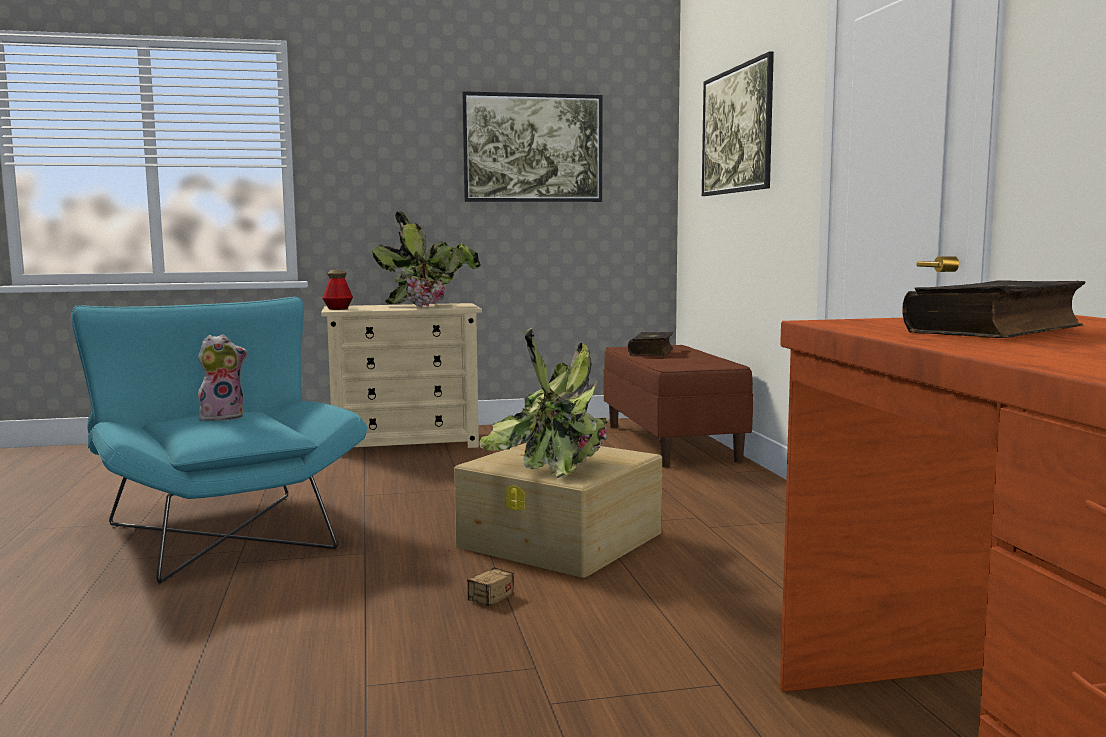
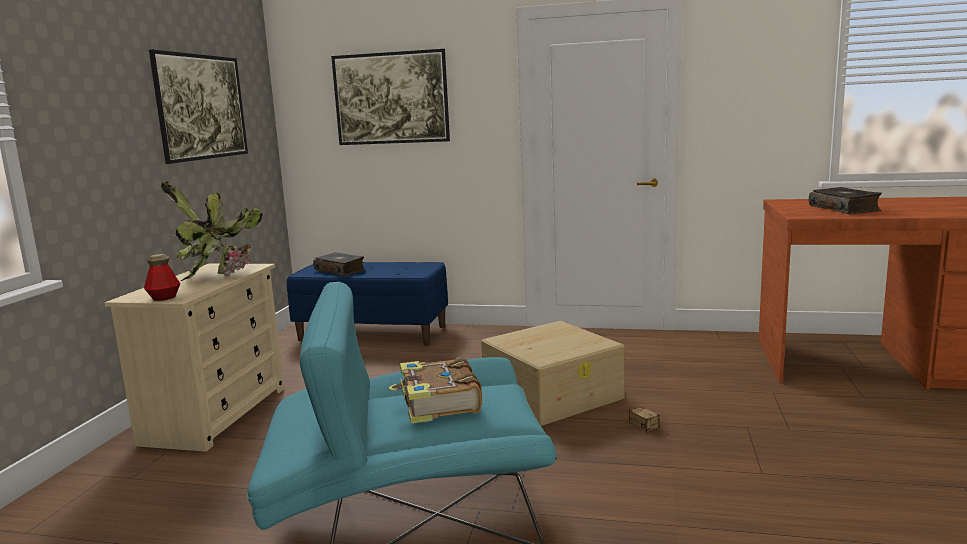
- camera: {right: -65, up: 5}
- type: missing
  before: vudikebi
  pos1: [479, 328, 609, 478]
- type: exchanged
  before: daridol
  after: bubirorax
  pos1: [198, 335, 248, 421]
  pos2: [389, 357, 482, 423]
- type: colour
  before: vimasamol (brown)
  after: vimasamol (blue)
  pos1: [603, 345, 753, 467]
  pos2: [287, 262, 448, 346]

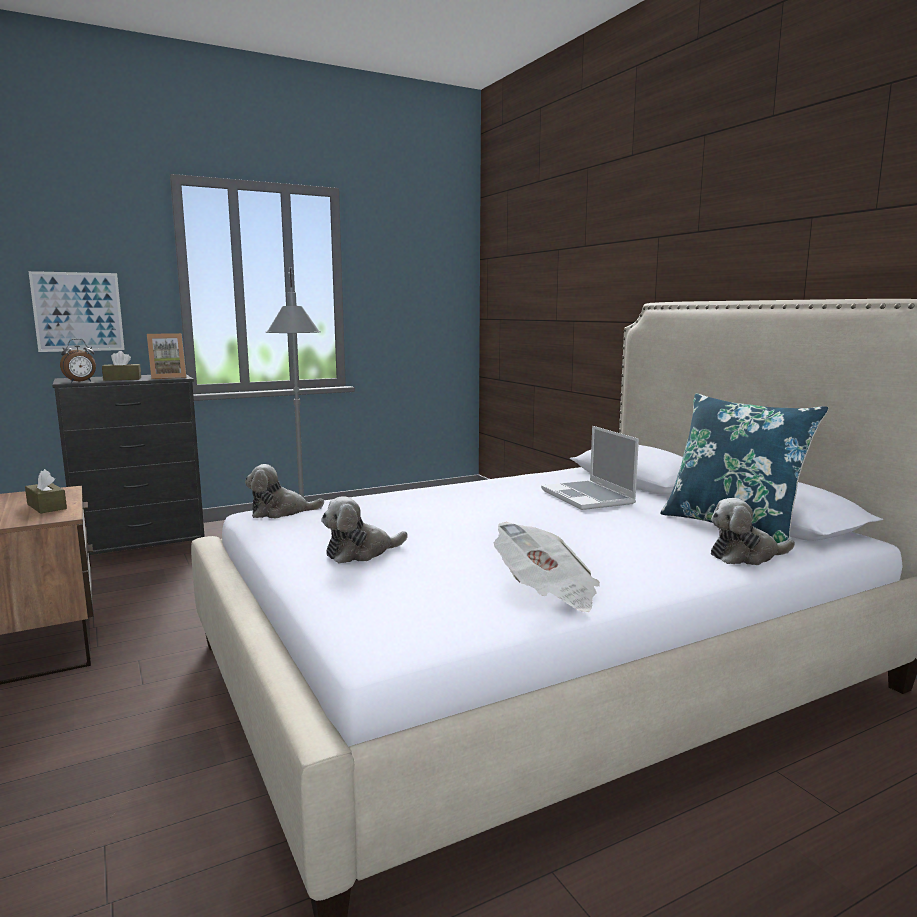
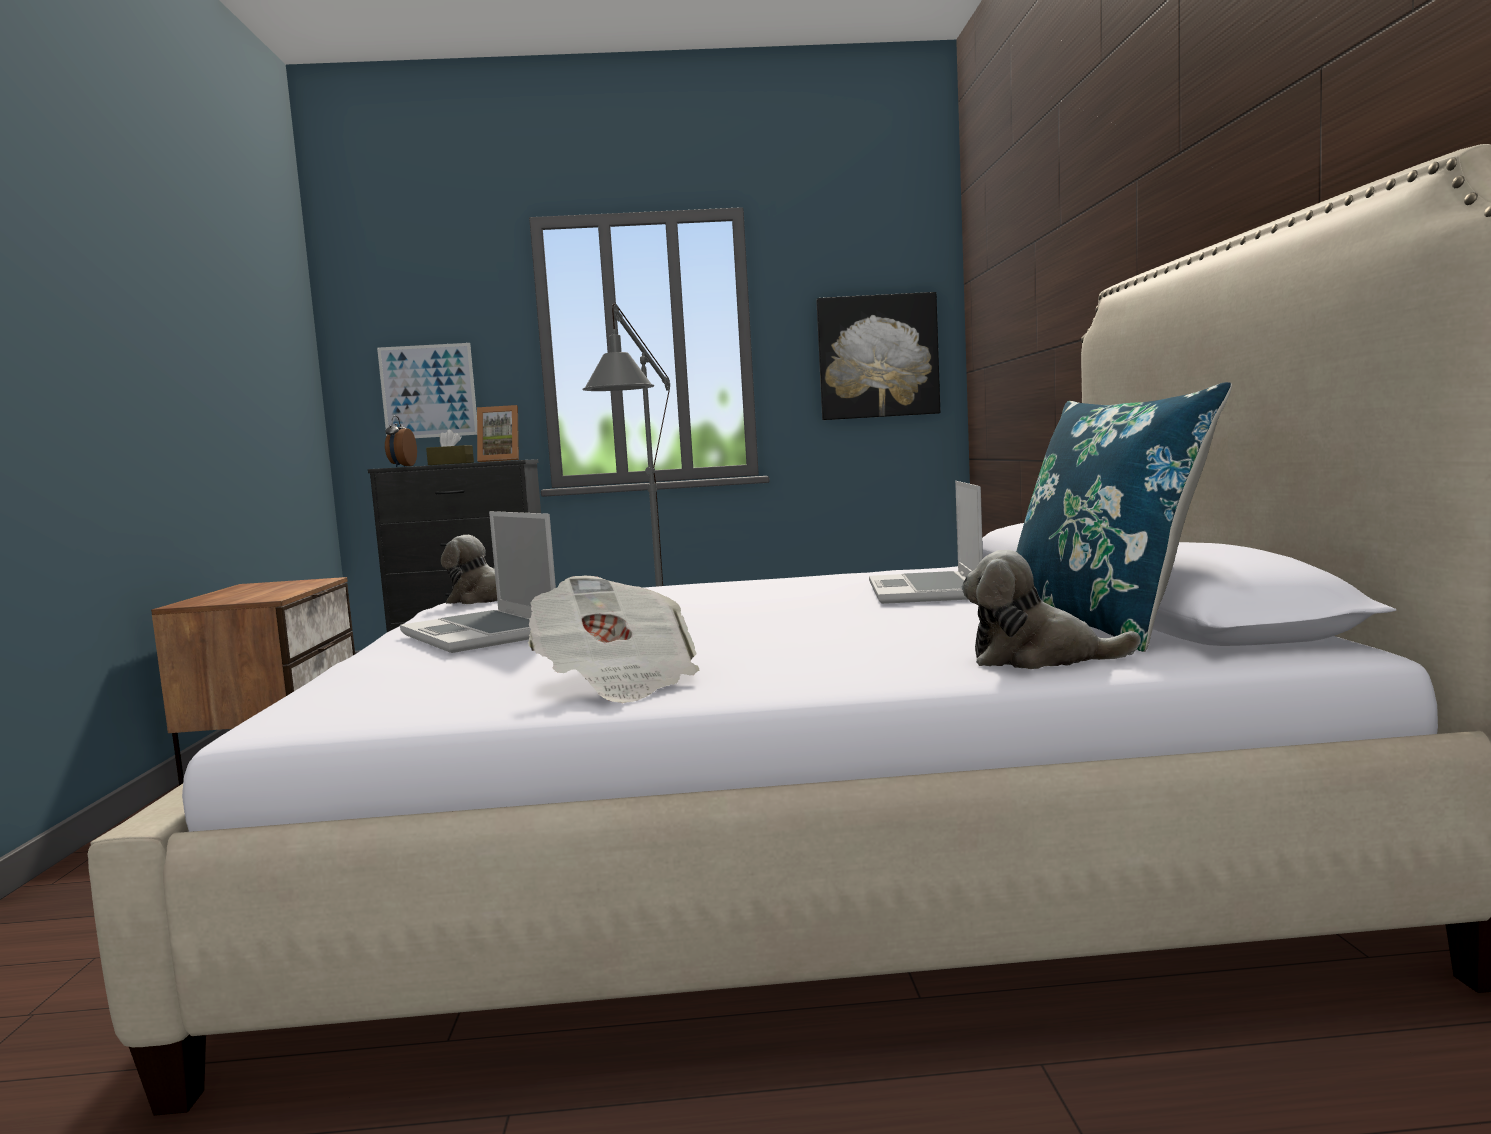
- camera: {right: 25, up: -5}
- type: spun
  before: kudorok
  pos1: [60, 339, 96, 382]
  pos2: [385, 416, 417, 467]
  turn: 105
- type: missing
  before: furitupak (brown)
  pos1: [25, 469, 67, 514]
- type: exchanged
  before: daridol
  after: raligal
  pos1: [321, 496, 408, 563]
  pos2: [400, 511, 556, 653]
- type: appeared
  after: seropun
  pos2: [816, 292, 941, 420]

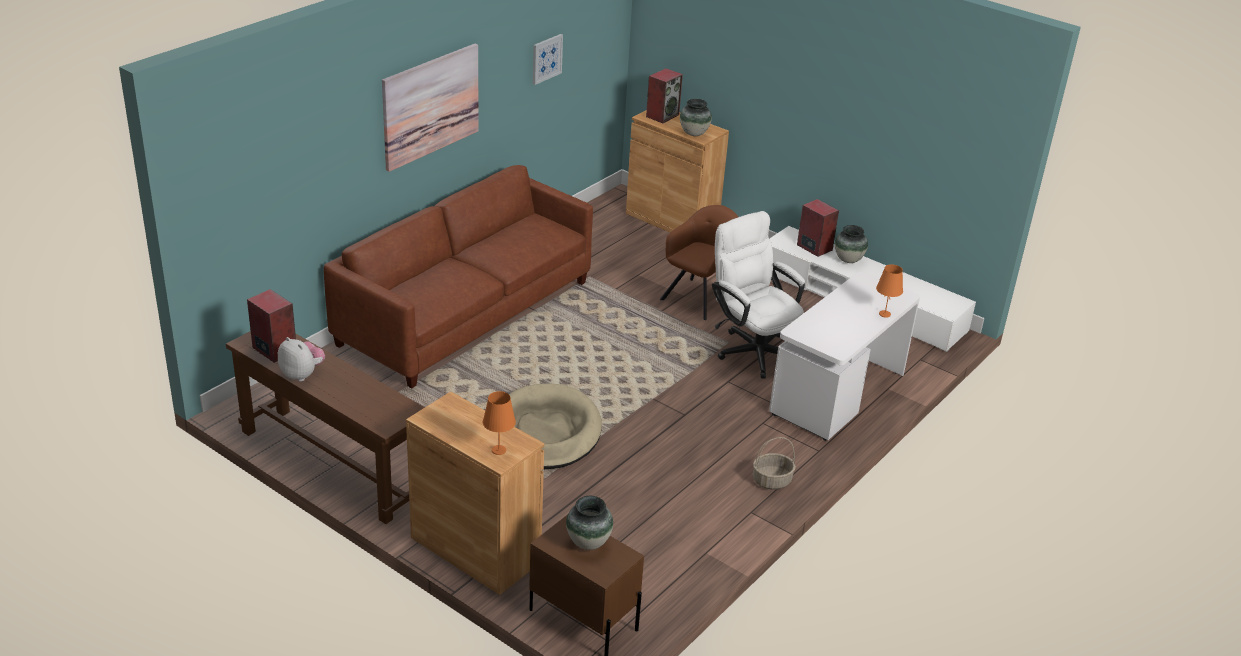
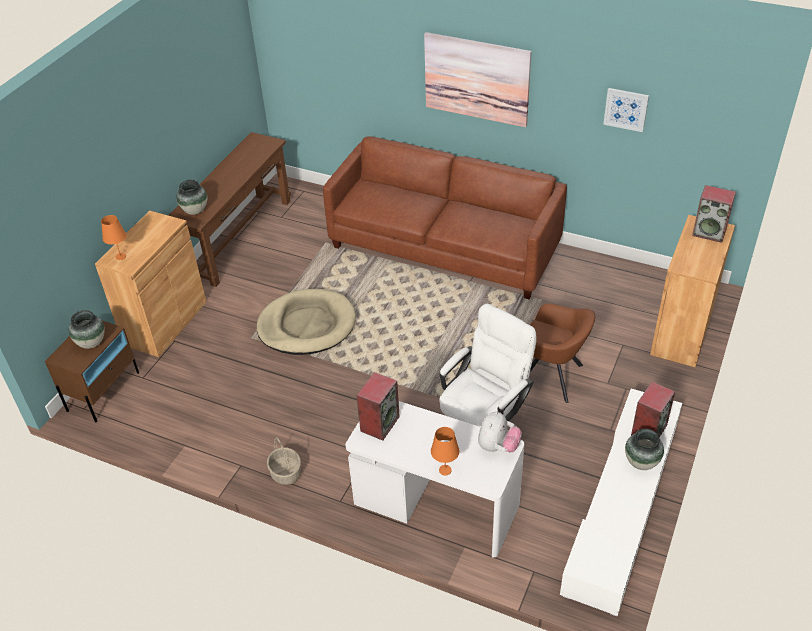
- camera: {right: 80, up: 10}
- type: relocated
  before: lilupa
  pos1: [680, 99, 712, 136]
  pos2: [176, 180, 207, 215]
- type: relocated
  before: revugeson
  pos1: [247, 289, 296, 363]
  pos2: [356, 372, 400, 440]
- type: relocated
  before: daridol
  pos1: [278, 337, 325, 382]
  pos2: [478, 411, 522, 453]

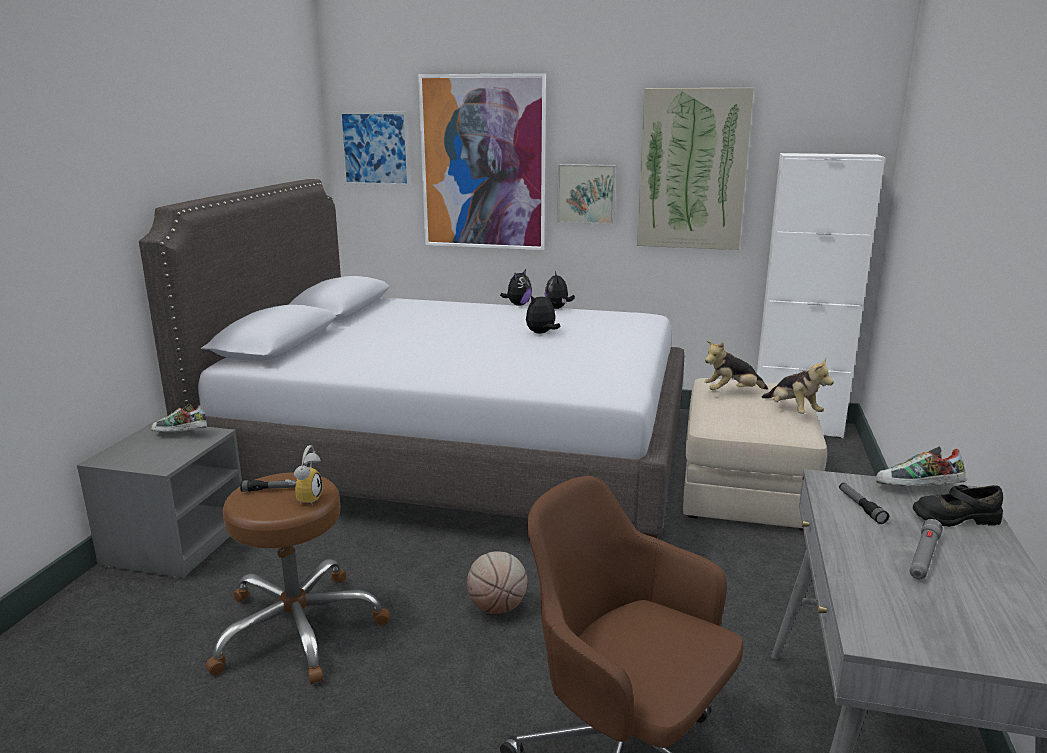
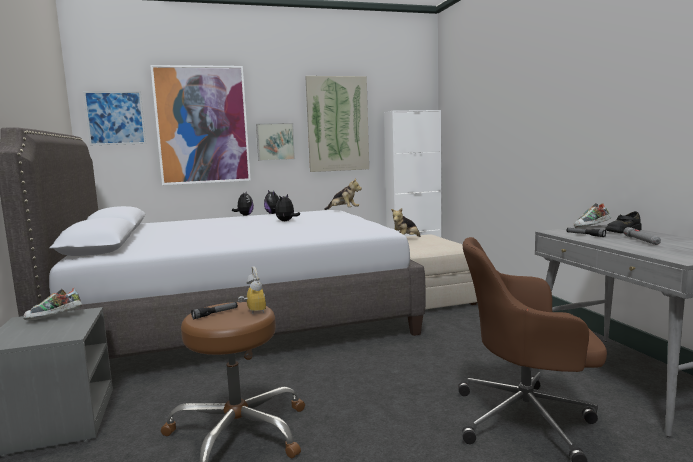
- camera: {right: -30, up: -10}
- type: relocated
  before: daridol
  pos1: [761, 358, 834, 414]
  pos2: [324, 178, 362, 210]
- type: missing
  before: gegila
  pos1: [467, 551, 527, 614]

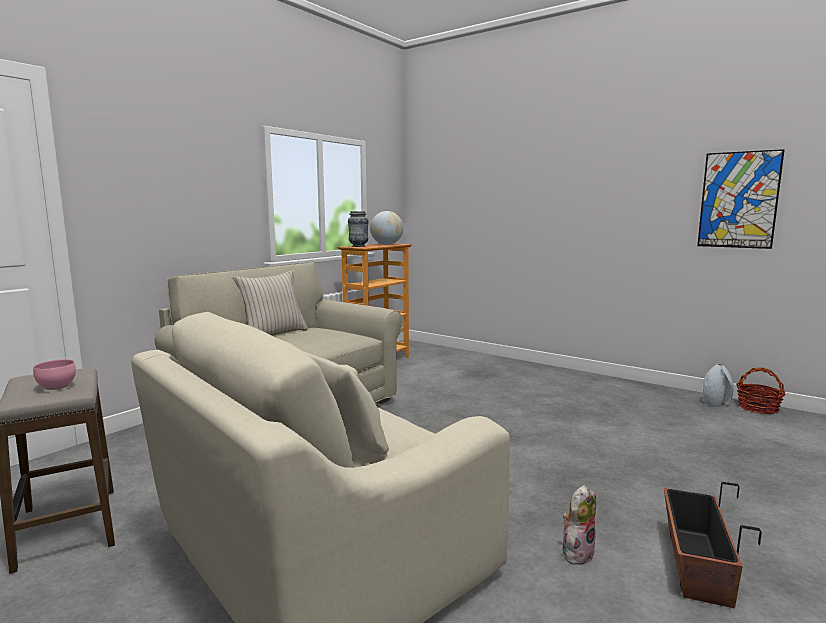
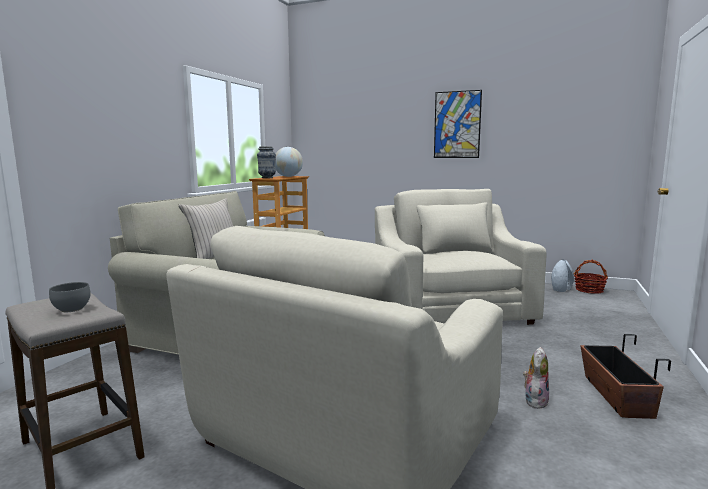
- camera: {right: -15, up: 0}
- type: relocated
  before: seropun
  pos1: [697, 149, 785, 249]
  pos2: [434, 90, 482, 158]
- type: colour
  before: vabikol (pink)
  after: vabikol (grey)
  pos1: [33, 359, 76, 390]
  pos2: [49, 282, 91, 312]
- type: appeared
  after: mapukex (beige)
  pos2: [375, 189, 547, 325]

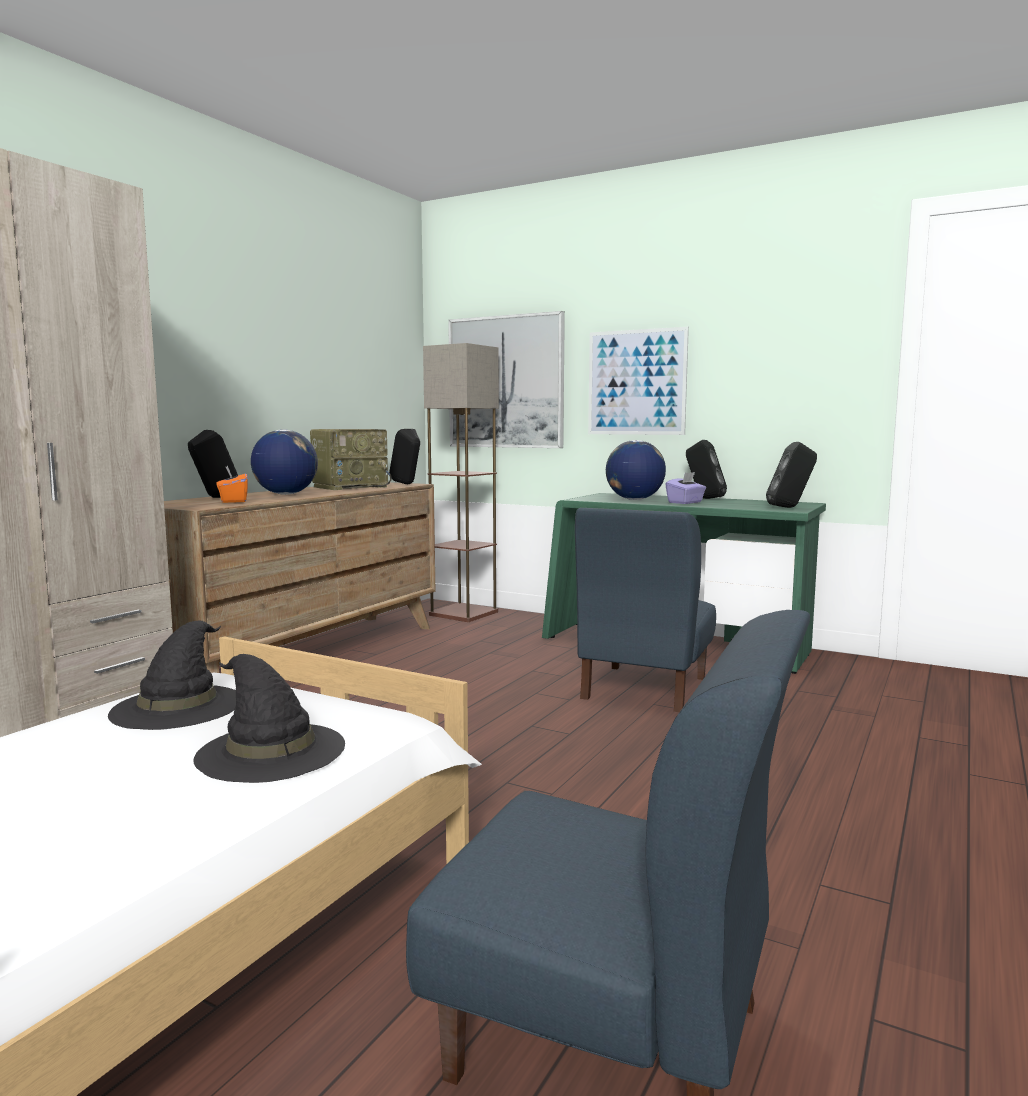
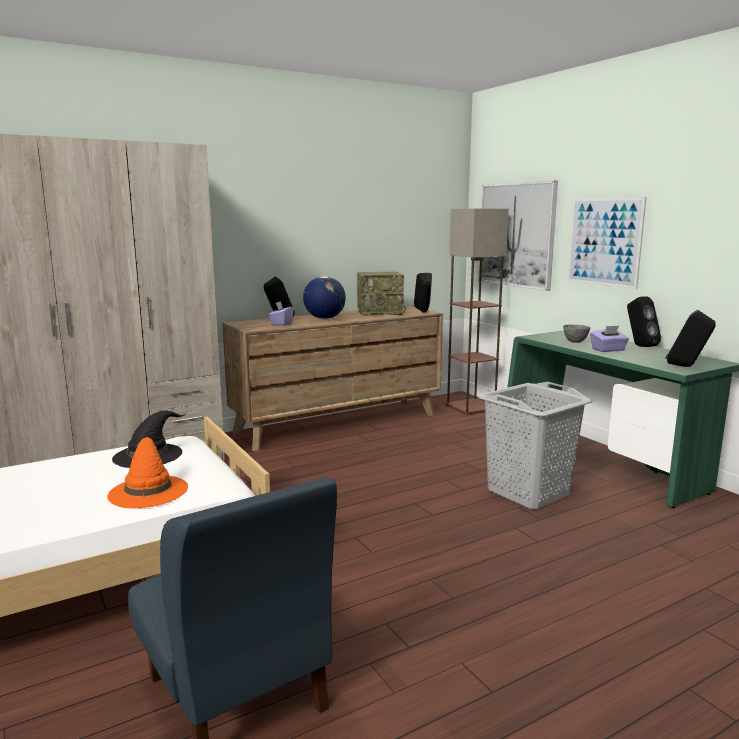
- camera: {right: 30, up: 5}
- type: exchanged
  before: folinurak
  after: vabikol (grey)
  pos1: [606, 440, 666, 500]
  pos2: [563, 325, 590, 343]
- type: colour
  before: furitupak (orange)
  after: furitupak (purple)
  pos1: [216, 466, 248, 503]
  pos2: [268, 301, 294, 326]
- type: exchanged
  before: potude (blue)
  after: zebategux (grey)
  pos1: [575, 508, 716, 712]
  pos2: [478, 382, 592, 510]
- type: colour
  before: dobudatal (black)
  after: dobudatal (orange)
  pos1: [193, 654, 345, 783]
  pos2: [107, 437, 188, 509]

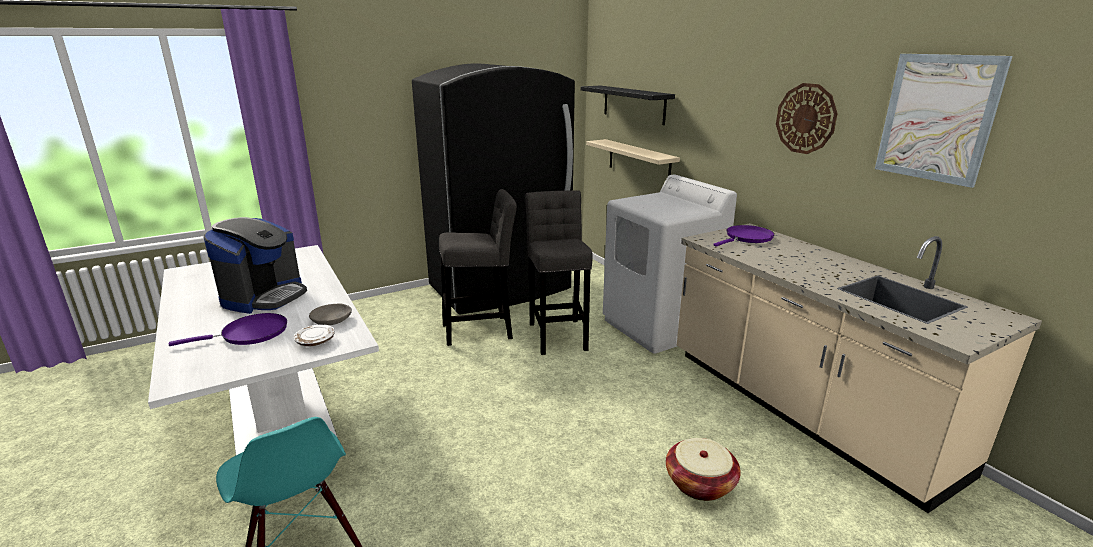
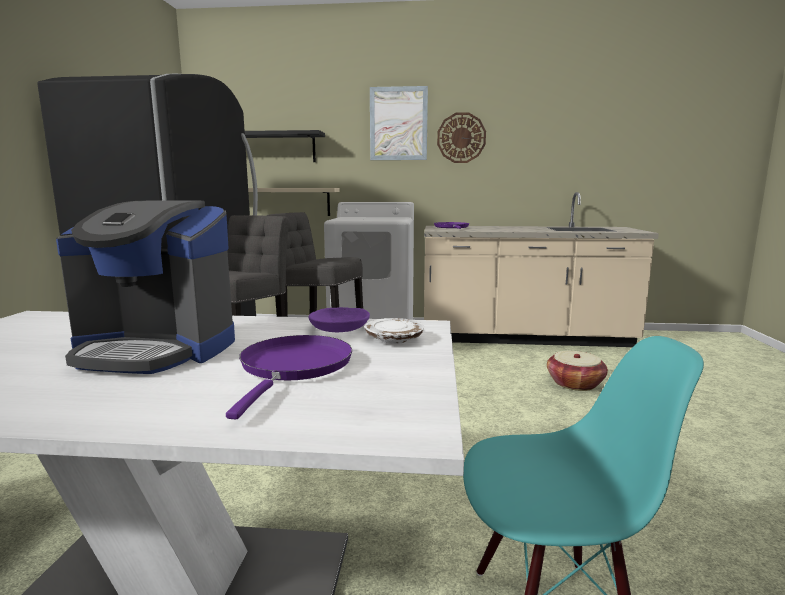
- camera: {right: -55, up: -10}
- type: relocated
  before: seropun
  pos1: [875, 54, 1012, 188]
  pos2: [370, 86, 428, 160]
- type: spun
  before: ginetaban
  pos1: [204, 217, 307, 314]
  pos2: [56, 200, 235, 374]
  turn: 135
- type: colour
  before: vabikol (grey)
  after: vabikol (purple)
  pos1: [309, 303, 352, 325]
  pos2: [309, 307, 370, 332]

